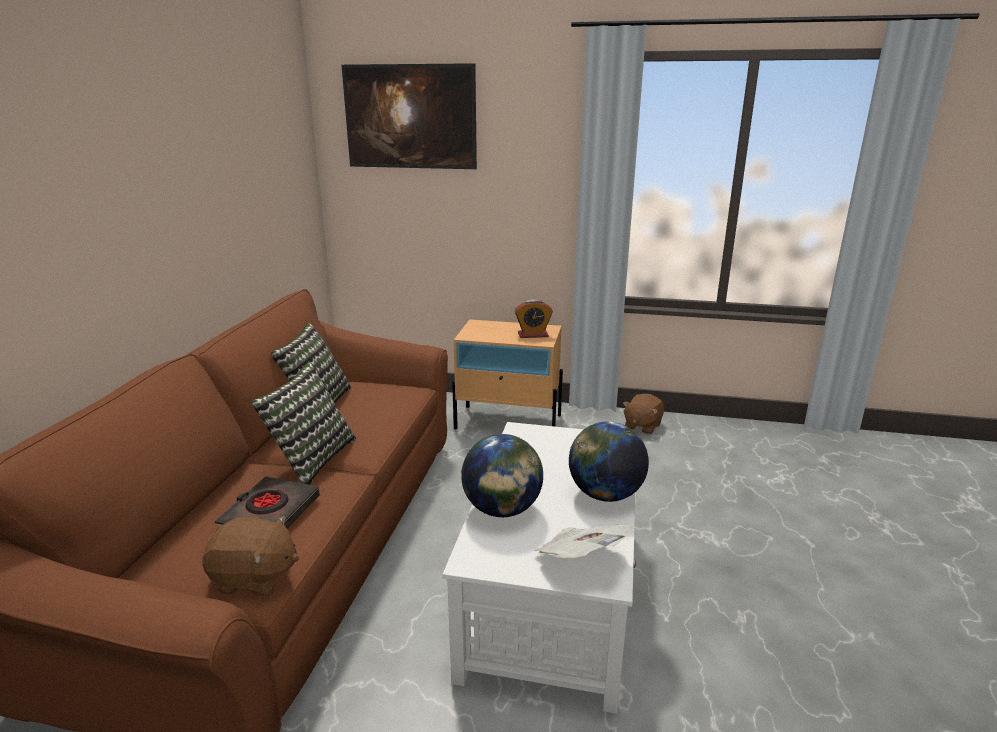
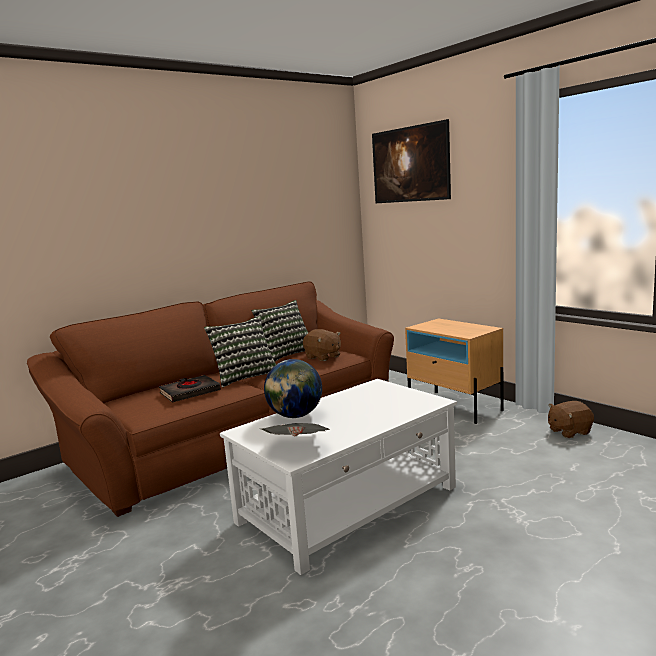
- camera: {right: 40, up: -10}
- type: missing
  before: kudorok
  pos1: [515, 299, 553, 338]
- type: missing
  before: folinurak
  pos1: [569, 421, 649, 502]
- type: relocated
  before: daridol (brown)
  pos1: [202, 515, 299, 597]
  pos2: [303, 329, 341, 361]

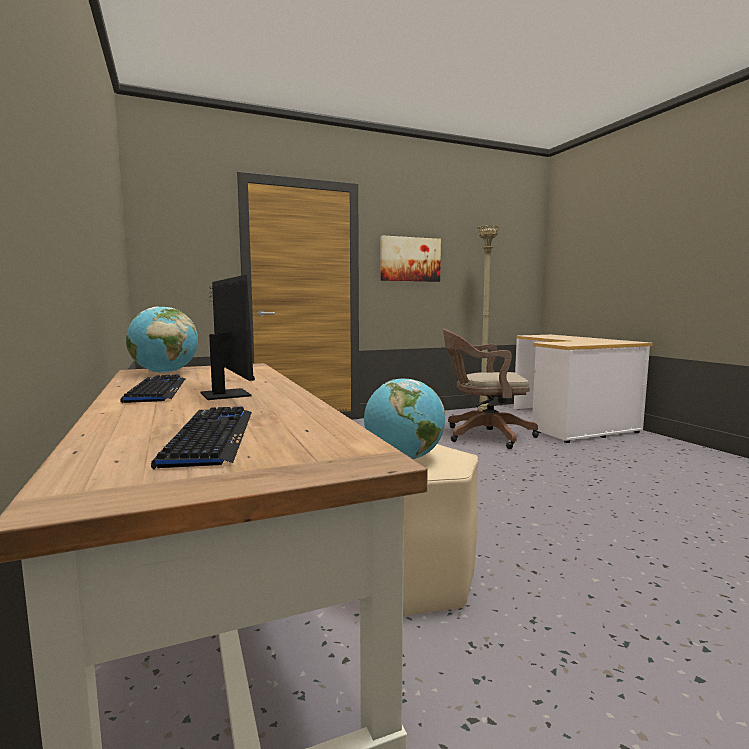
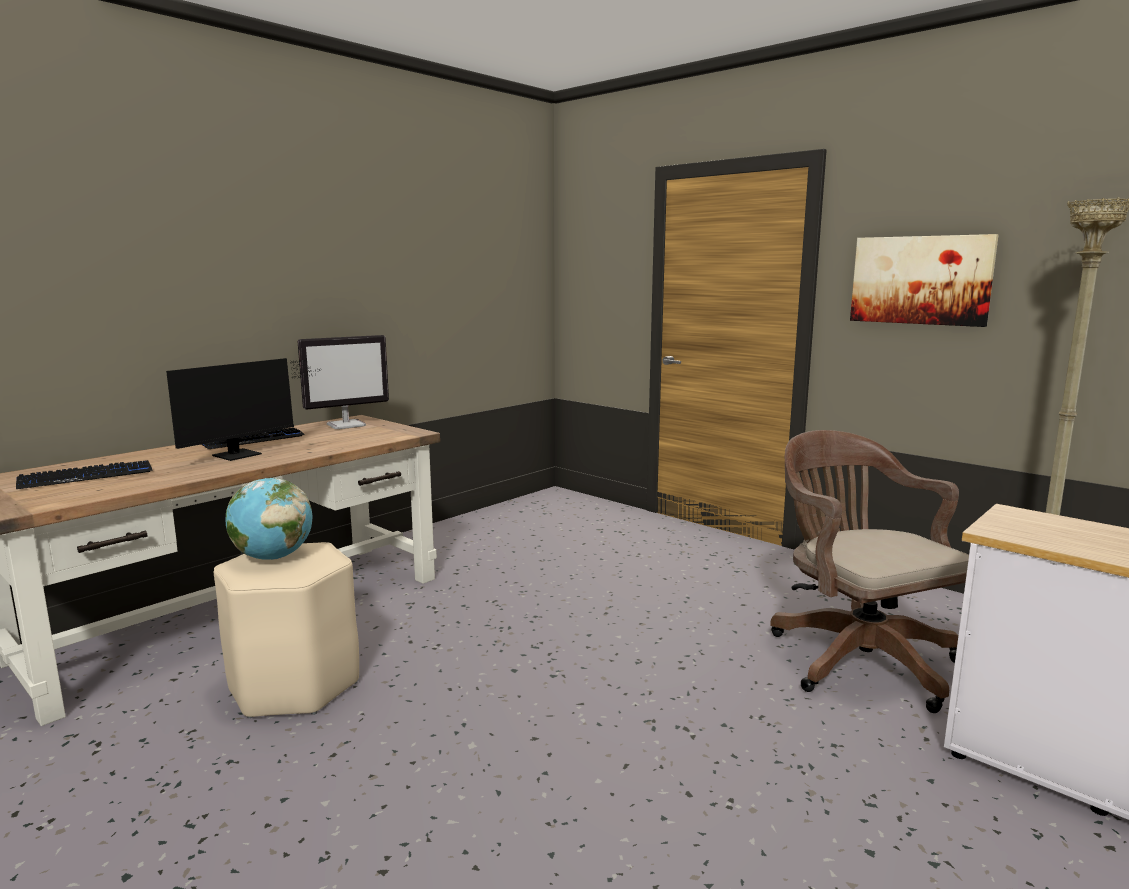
- camera: {right: 65, up: 5}
- type: exchanged
  before: folinurak
  after: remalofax
  pos1: [126, 306, 198, 373]
  pos2: [298, 335, 389, 429]

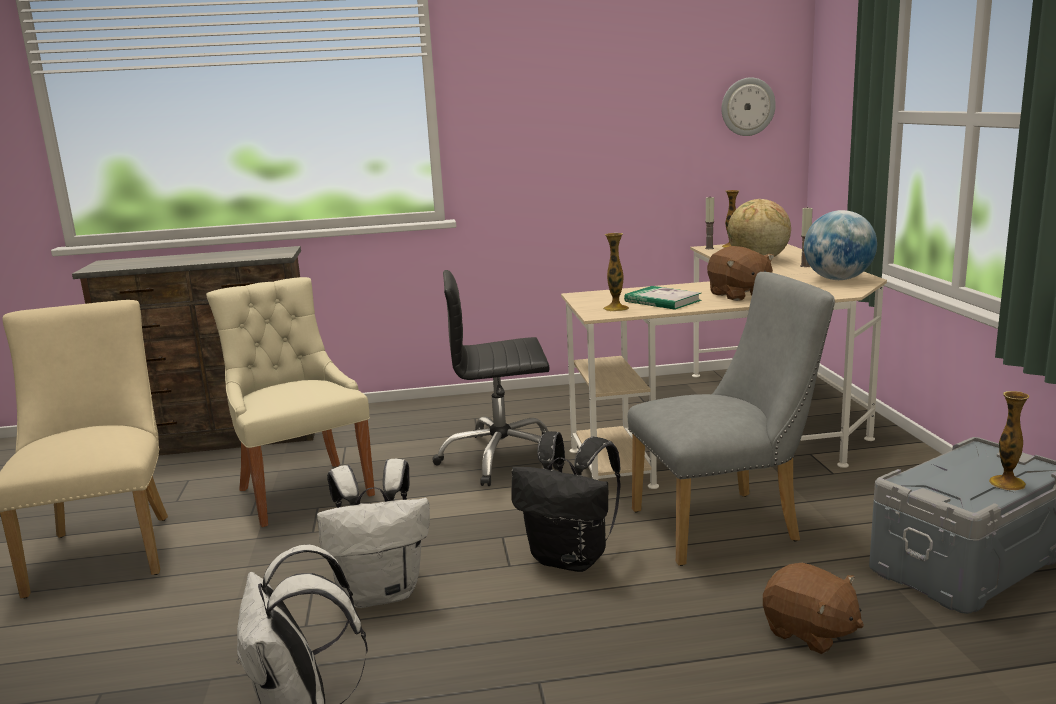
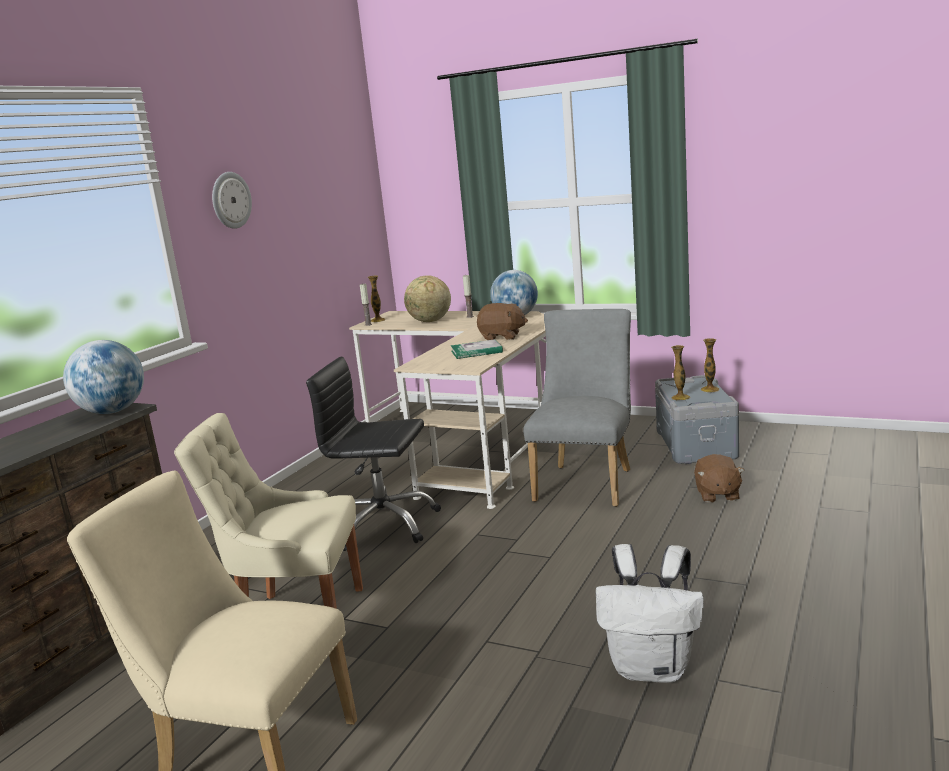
- camera: {right: -55, up: 0}
- type: relocated
  before: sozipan
  pos1: [721, 77, 776, 136]
  pos2: [212, 172, 252, 229]
- type: relocated
  before: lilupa
  pos1: [603, 233, 629, 311]
  pos2: [671, 345, 690, 400]
- type: spun
  before: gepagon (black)
  pos1: [433, 270, 564, 486]
  pos2: [306, 357, 441, 551]
  turn: 75
- type: missing
  before: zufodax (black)
  pos1: [512, 431, 621, 572]
- type: missing
  before: zufodax (white)
  pos1: [317, 459, 430, 608]
- type: spun
  before: daridol (brown)
  pos1: [763, 563, 864, 654]
  pos2: [694, 454, 744, 503]
  turn: 105
- type: appeared
  after: folinurak
  pos2: [63, 340, 144, 414]

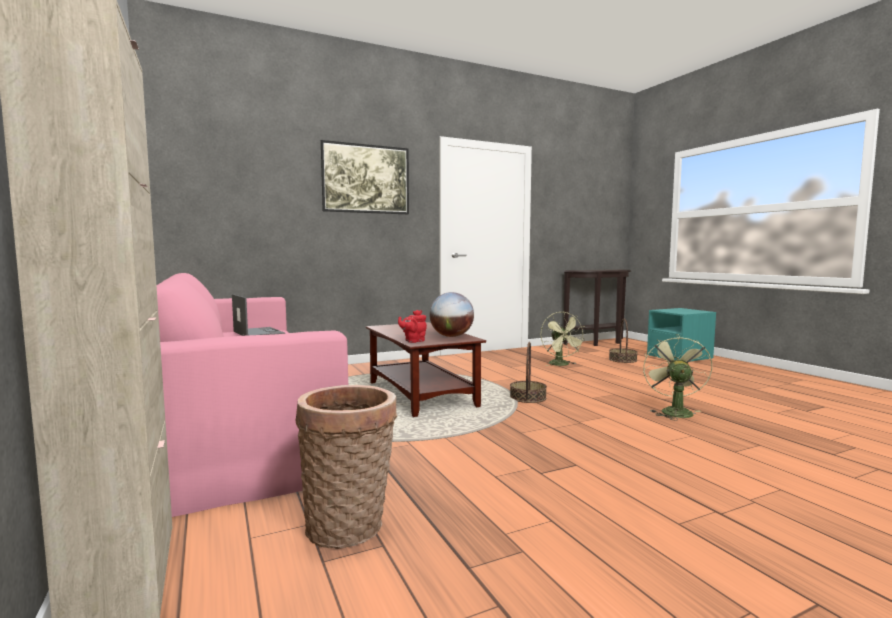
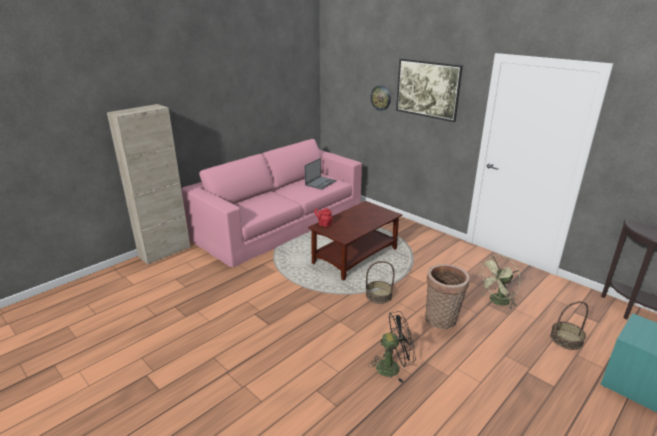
- camera: {right: 70, up: 20}
- type: missing
  before: folinurak
  pos1: [429, 292, 474, 337]
- type: colour
  before: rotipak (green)
  after: rotipak (black)
  pos1: [643, 334, 712, 421]
  pos2: [368, 311, 416, 383]
- type: relocated
  before: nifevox
  pos1: [296, 385, 397, 549]
  pos2: [425, 264, 470, 329]
- type: appeared
  after: sozipan
  pos2: [370, 86, 391, 111]

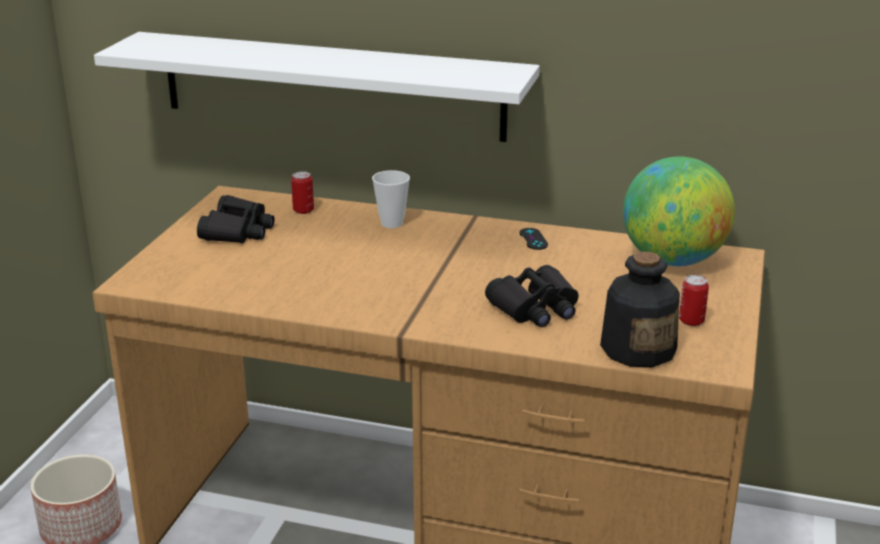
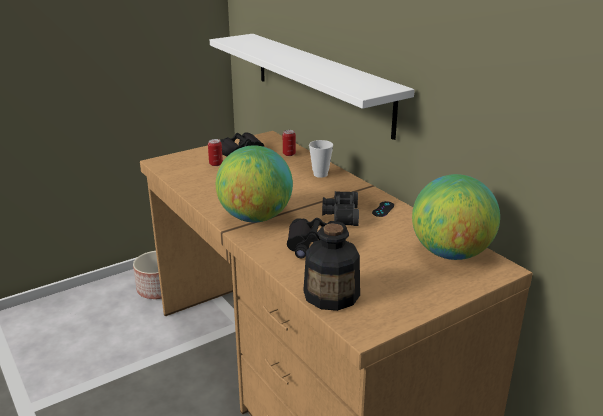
- camera: {right: 40, up: 0}
- type: relocated
  before: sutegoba
  pos1: [679, 275, 709, 326]
  pos2: [208, 139, 223, 166]
- type: appeared
  after: folinurak
  pos2: [216, 145, 293, 223]
- type: appeared
  after: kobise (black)
  pos2: [322, 191, 359, 226]

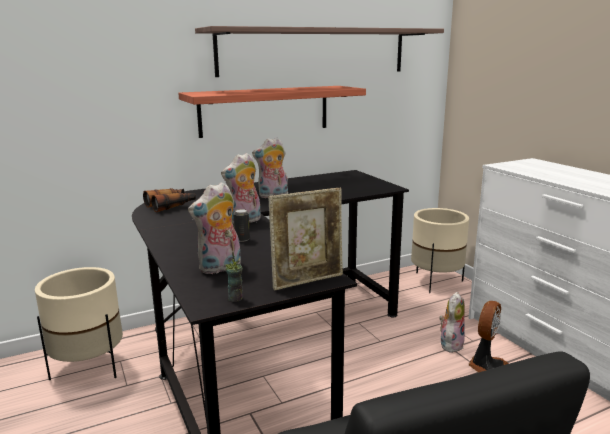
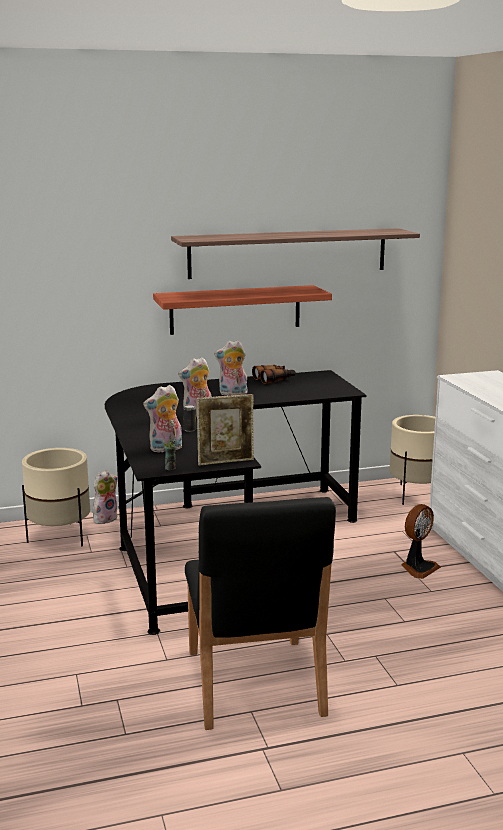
- camera: {right: 10, up: 0}
- type: relocated
  before: kobise
  pos1: [143, 188, 196, 212]
  pos2: [252, 365, 295, 384]
- type: relocated
  before: daridol
  pos1: [439, 292, 465, 354]
  pos2: [93, 470, 118, 524]

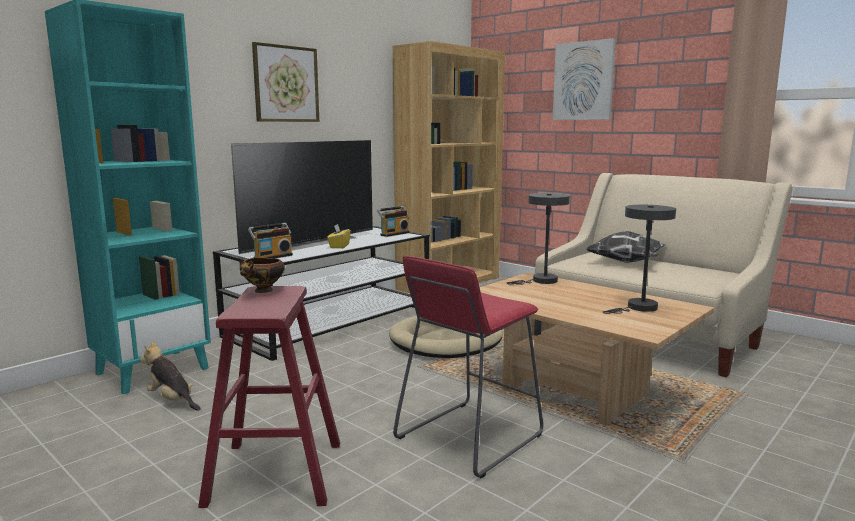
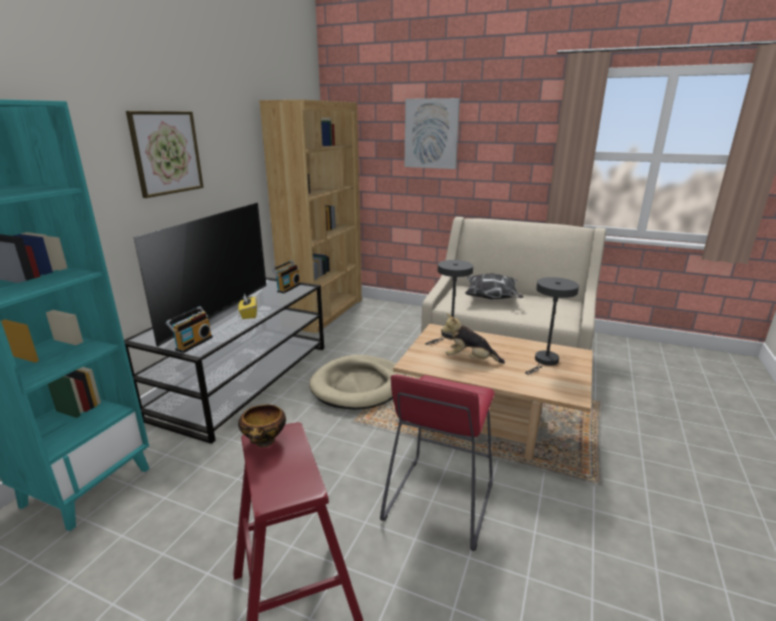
- camera: {right: -20, up: 10}
- type: relocated
  before: daridol
  pos1: [140, 341, 200, 411]
  pos2: [441, 314, 505, 363]

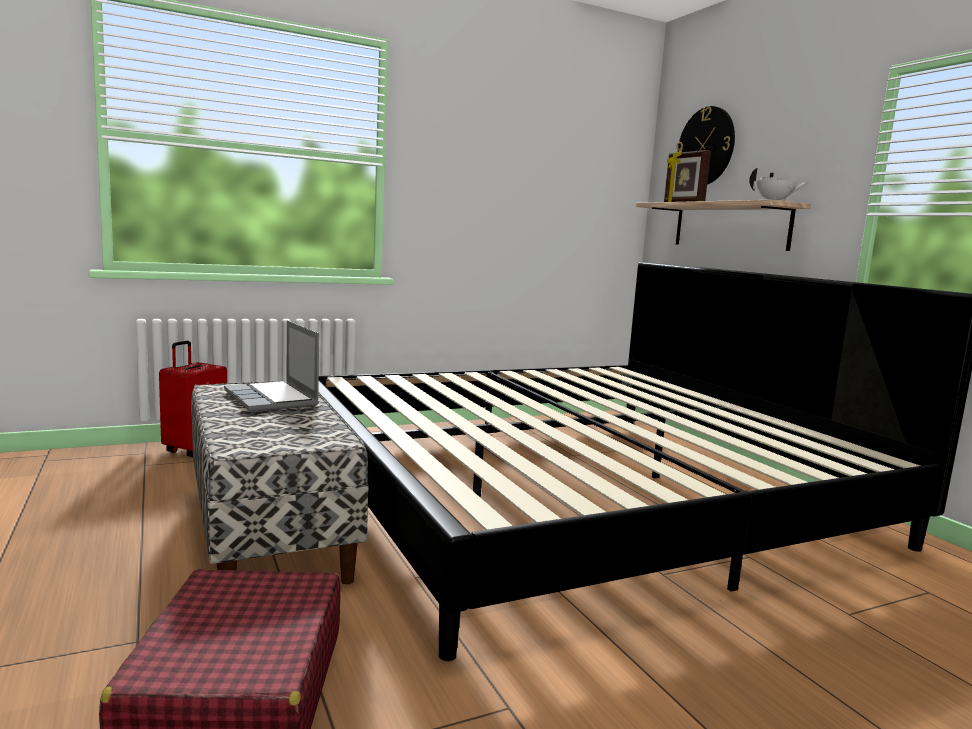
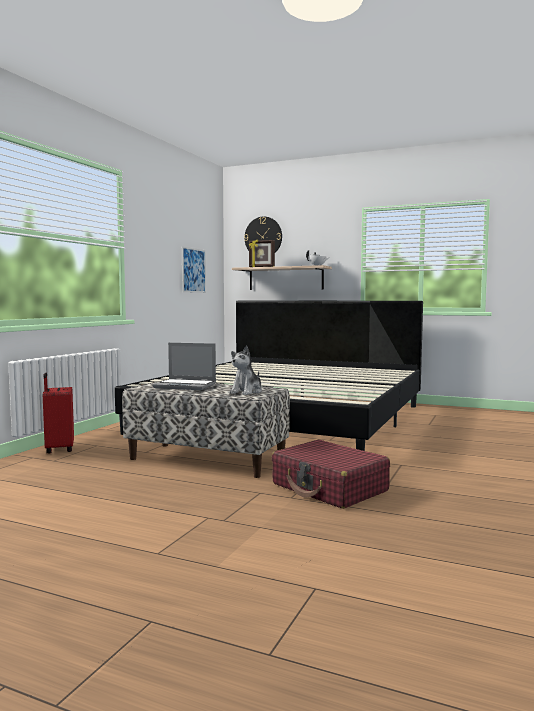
- camera: {right: -40, up: -5}
- type: appeared
  after: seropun
  pos2: [182, 247, 206, 293]
- type: appeared
  after: daridol
  pos2: [229, 346, 262, 395]

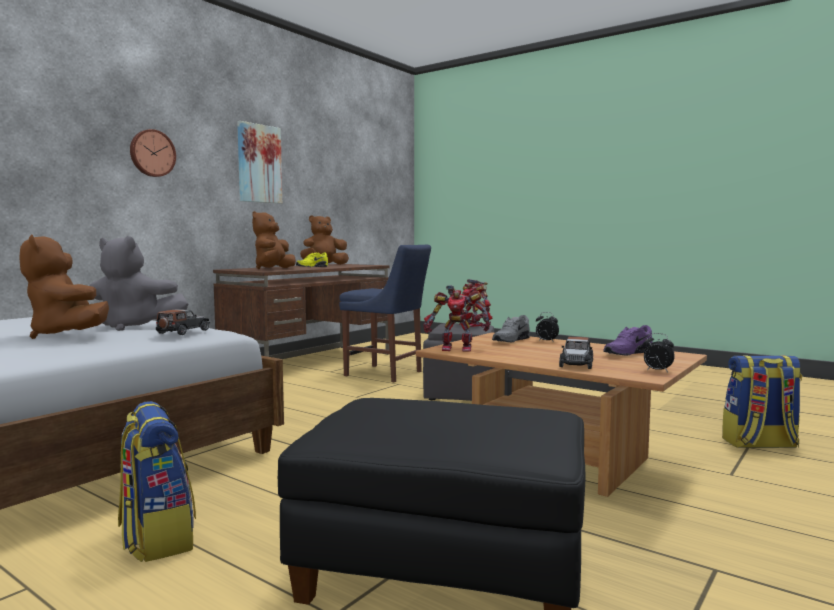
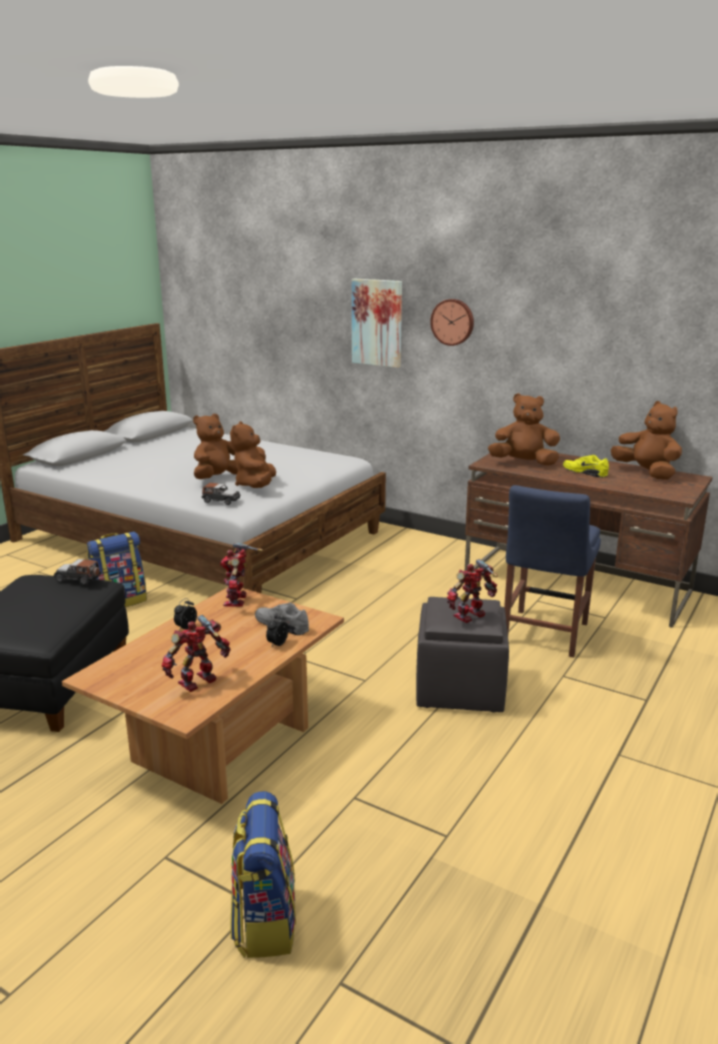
- camera: {right: 85, up: 15}
- type: relocated
  before: seropun
  pos1: [237, 121, 282, 204]
  pos2: [352, 278, 402, 368]
- type: colour
  before: daridol (grey)
  after: daridol (brown)
  pos1: [89, 236, 188, 331]
  pos2: [230, 421, 276, 488]
- type: exchanged
  before: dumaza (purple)
  after: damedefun
  pos1: [603, 325, 653, 356]
  pos2: [162, 615, 230, 692]
- type: relocated
  before: kudorok
  pos1: [643, 333, 675, 372]
  pos2: [174, 598, 197, 631]
- type: relocated
  before: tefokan
  pos1: [559, 337, 593, 369]
  pos2: [53, 559, 101, 585]

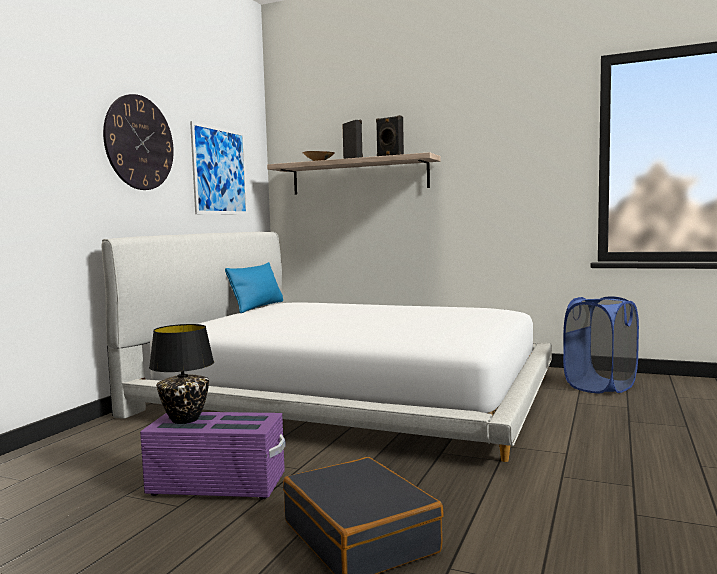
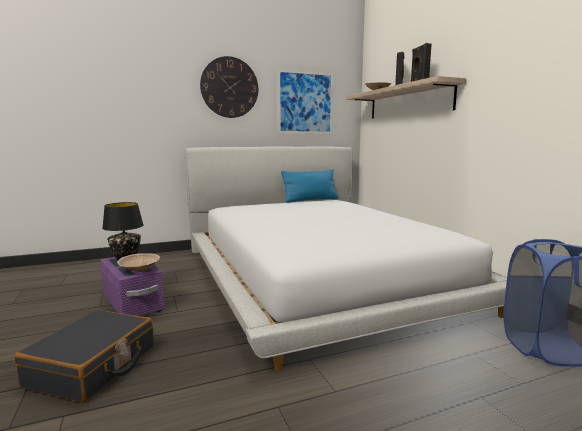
- camera: {right: 45, up: 5}
- type: appeared
  after: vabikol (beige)
  pos2: [117, 253, 160, 272]

